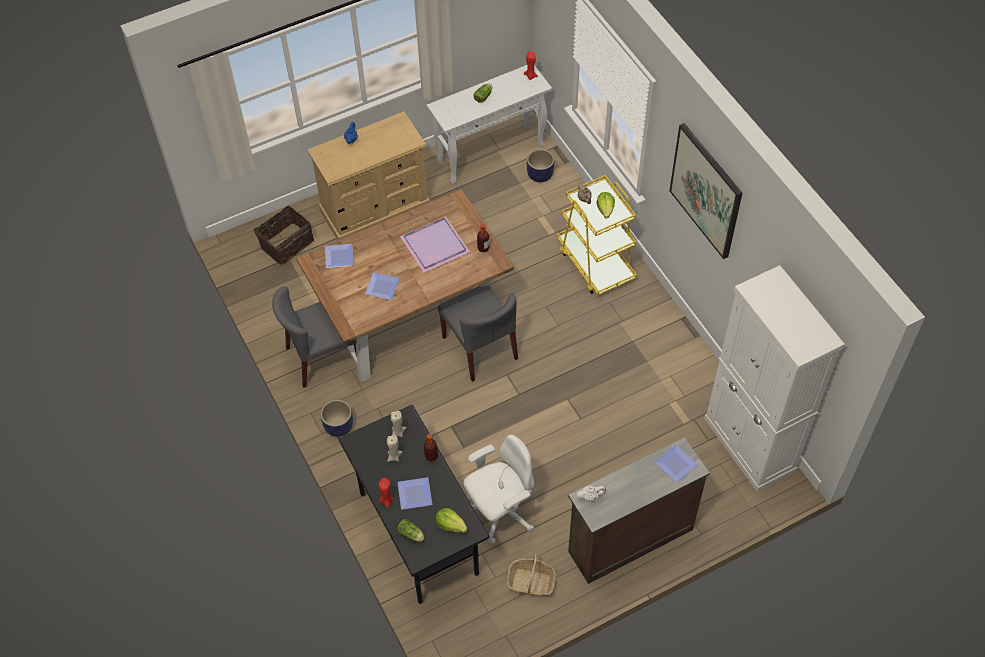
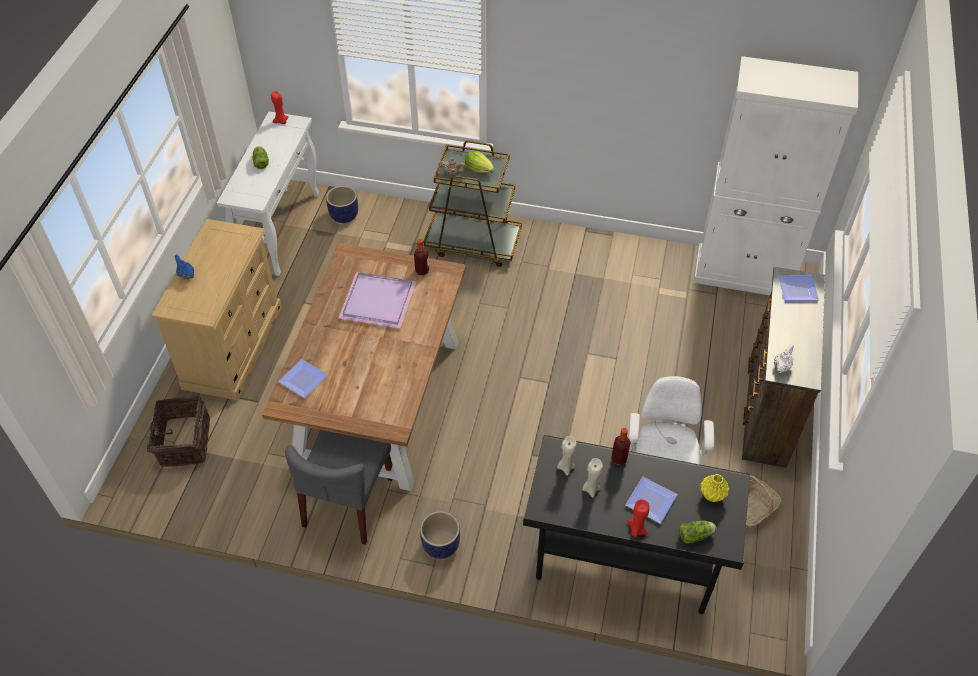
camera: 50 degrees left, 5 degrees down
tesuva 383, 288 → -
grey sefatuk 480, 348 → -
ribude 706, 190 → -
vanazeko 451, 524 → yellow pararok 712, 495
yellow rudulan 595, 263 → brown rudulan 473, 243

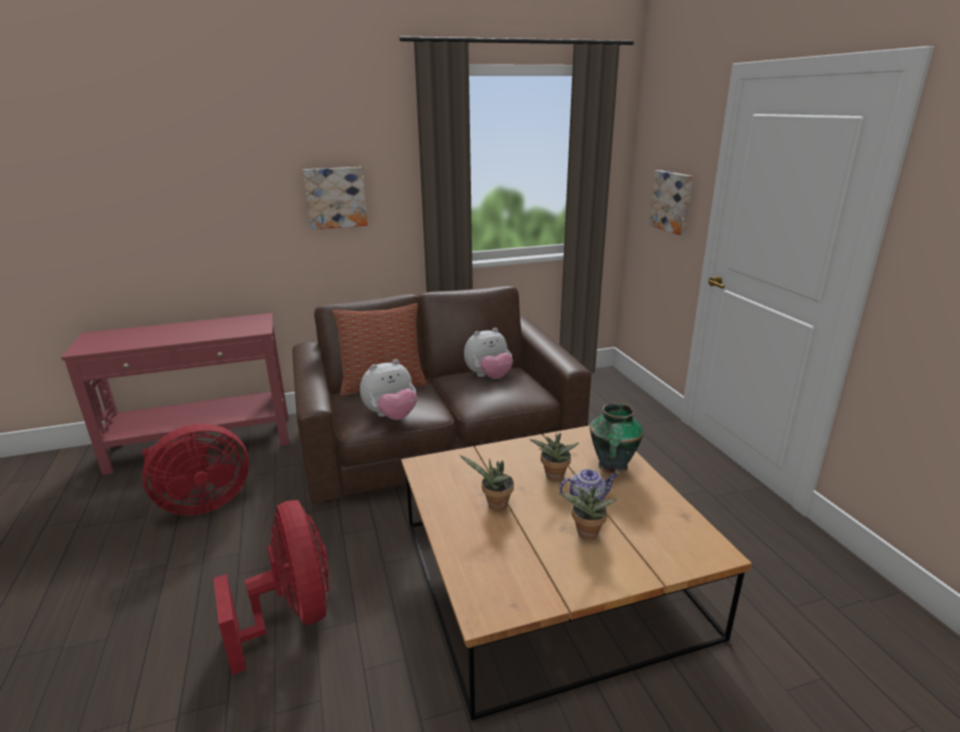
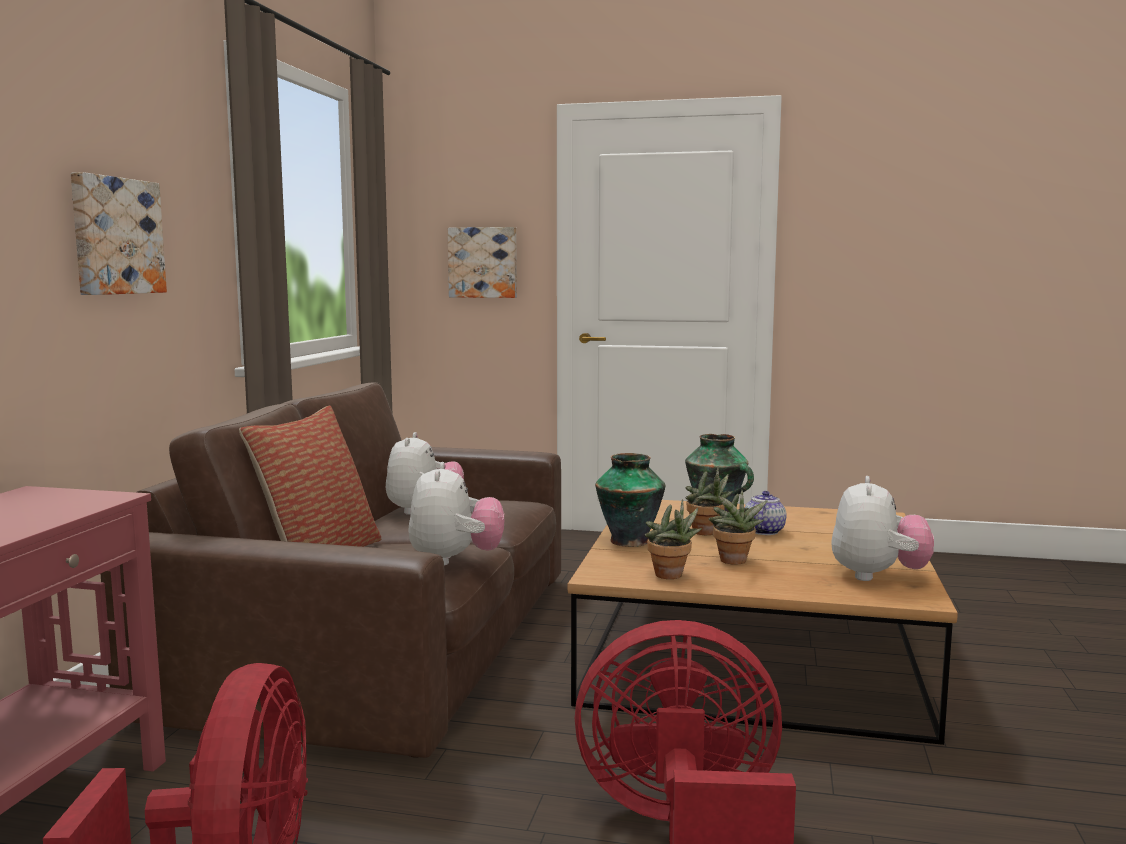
camera: 60 degrees left, 15 degrees down
- → pararok 628, 541
- → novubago 877, 576
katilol 586, 534 → katilol 671, 576, moved

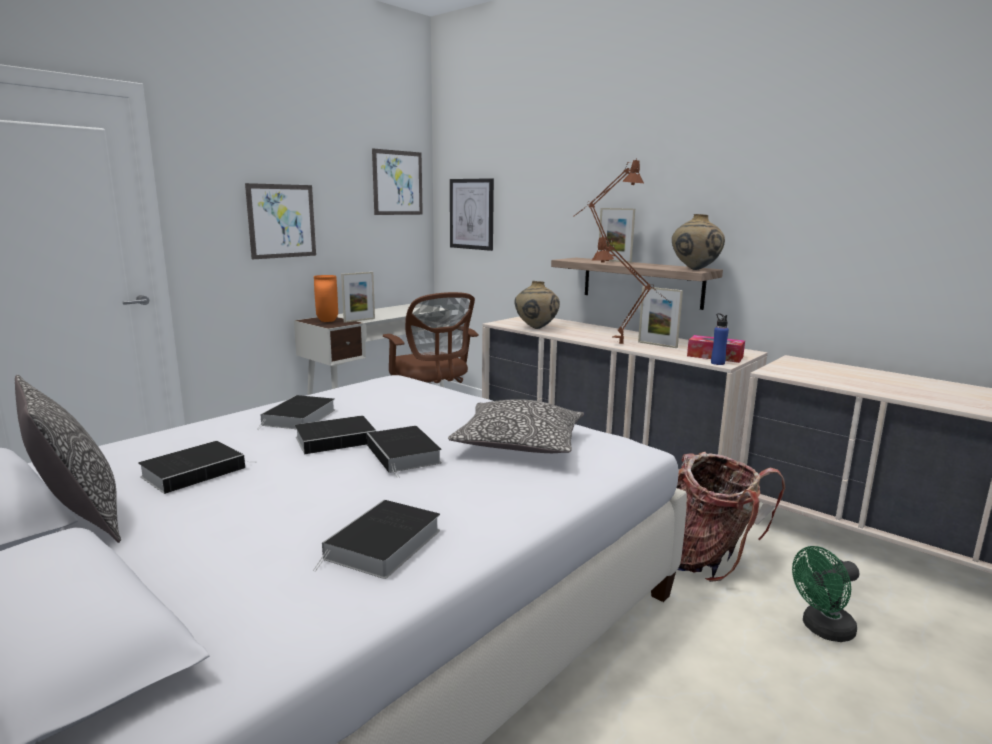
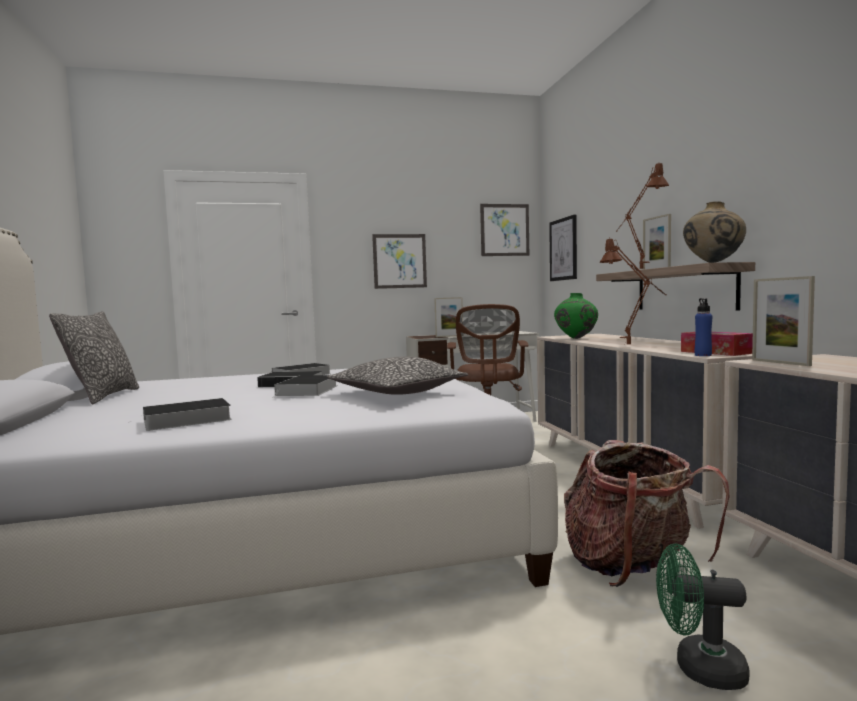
camera: 35 degrees right, 10 degrees down
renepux 196, 471 → -
orange pararok 328, 321 → -
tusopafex 657, 345 → tusopafex 780, 363, moved
beige pararok 536, 328 → green pararok 575, 338

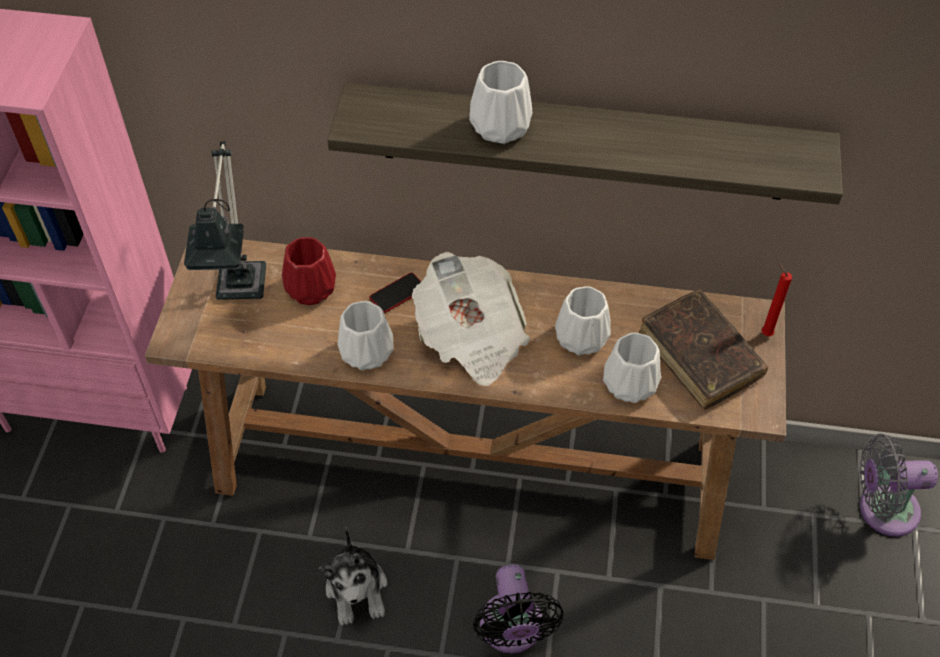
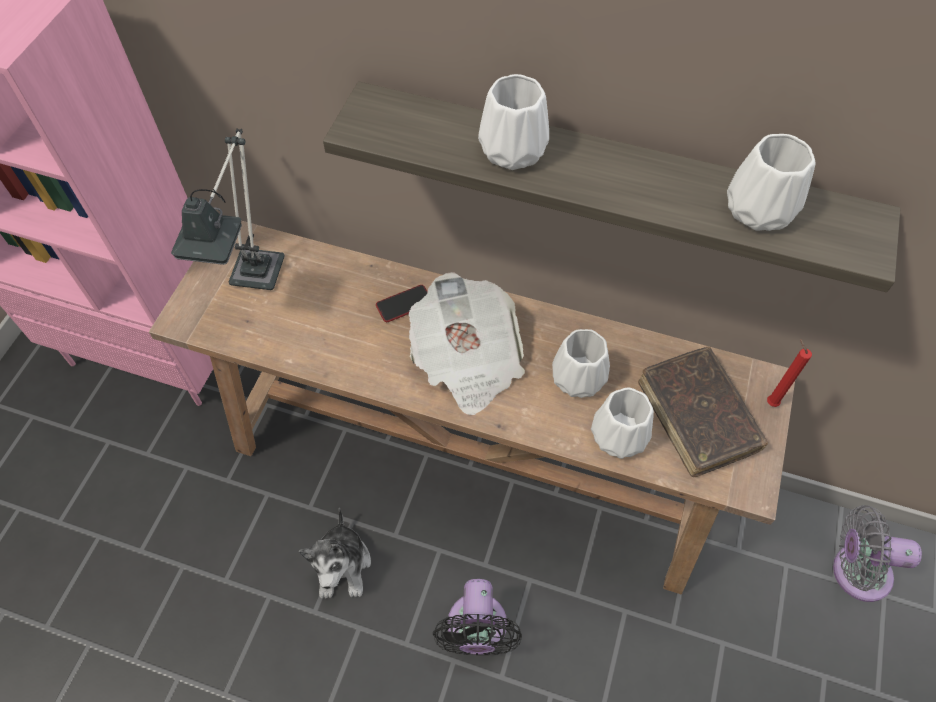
camera: 10 degrees right, 5 degrees up
red pararok 312, 289 → -
white pararok 365, 353 → white pararok 758, 211, moved

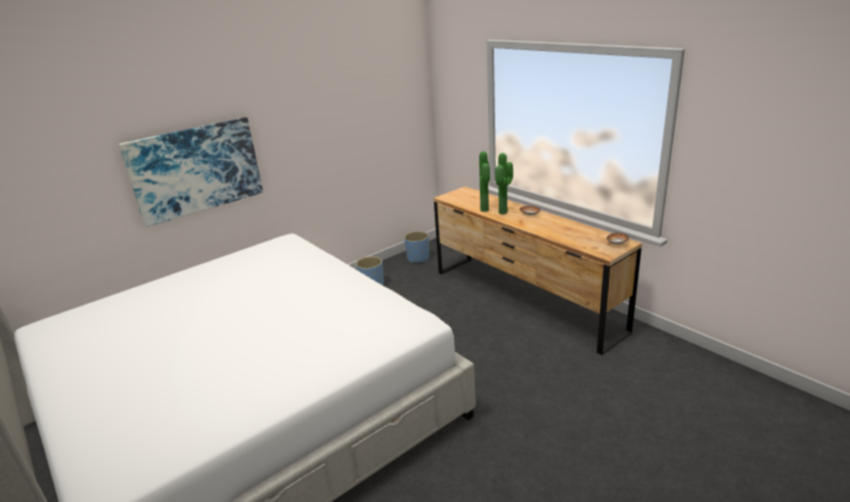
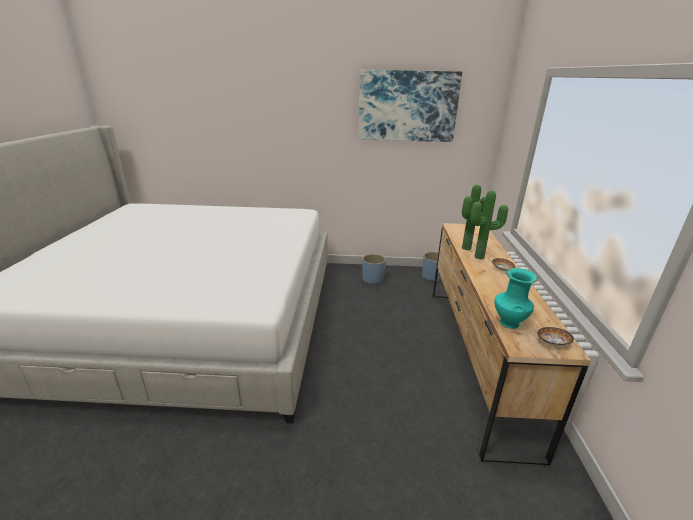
camera: 40 degrees right, 0 degrees up
- → turquoise pararok 508, 322
ribude 196, 169 → ribude 407, 106, moved

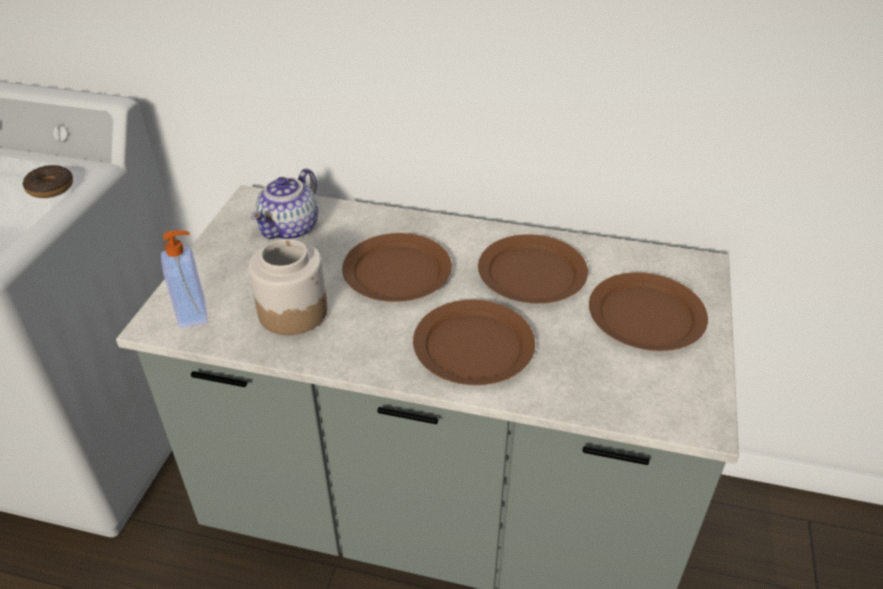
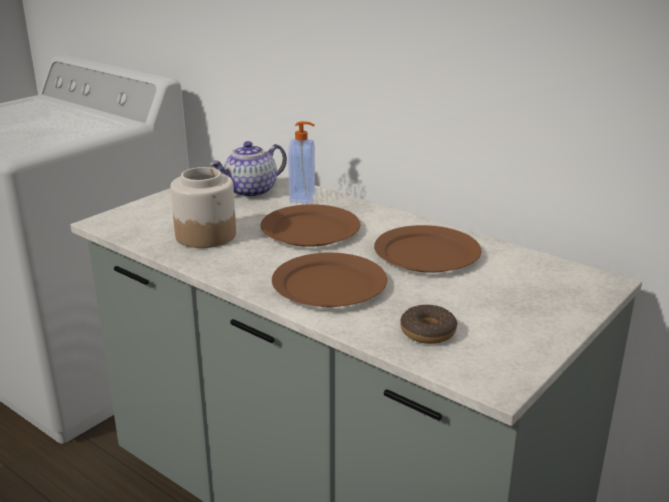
camera: 25 degrees right, 15 degrees down
brown tesuva 646, 316 → -
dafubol 50, 188 → dafubol 428, 332, moved
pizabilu 194, 313 → pizabilu 303, 197, moved

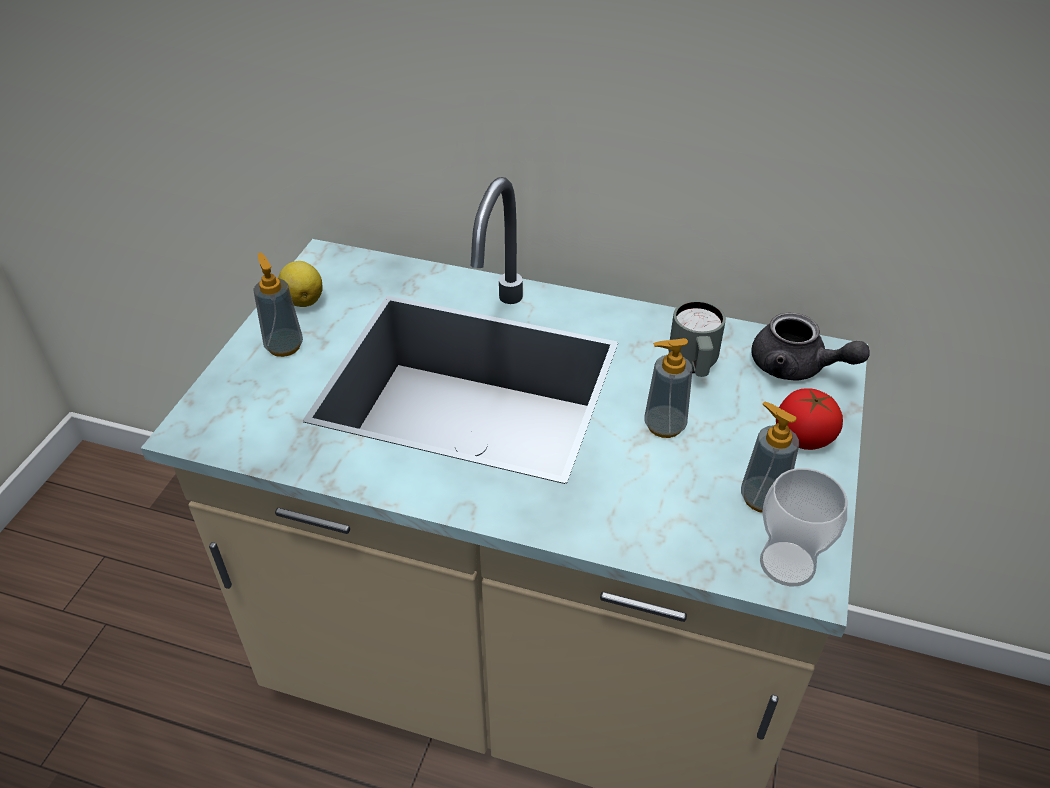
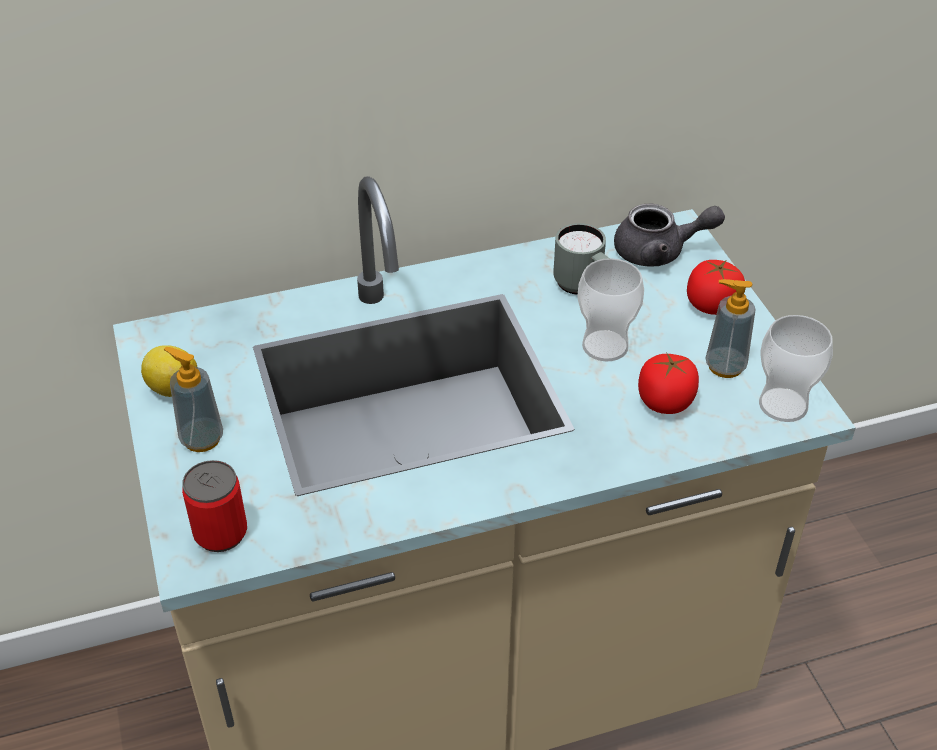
camera: 35 degrees left, 0 degrees up
- → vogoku 220, 533
- → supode 665, 401
pizabilu 664, 425 → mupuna 605, 346

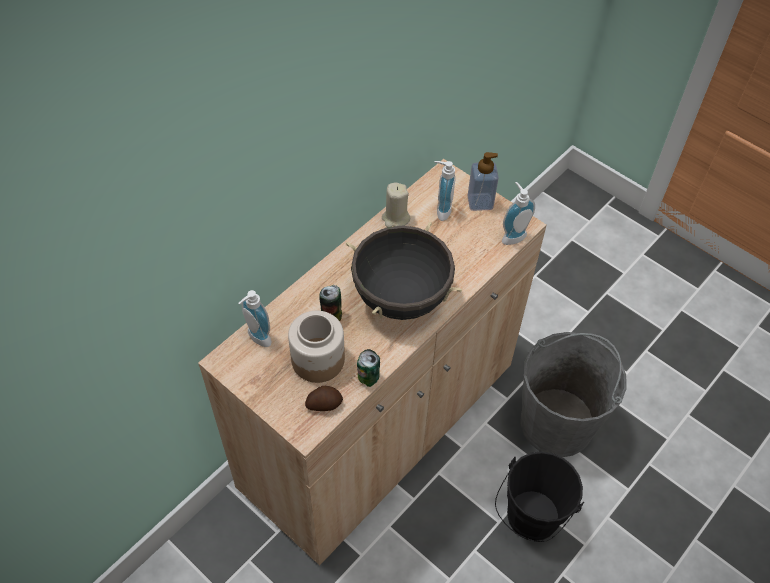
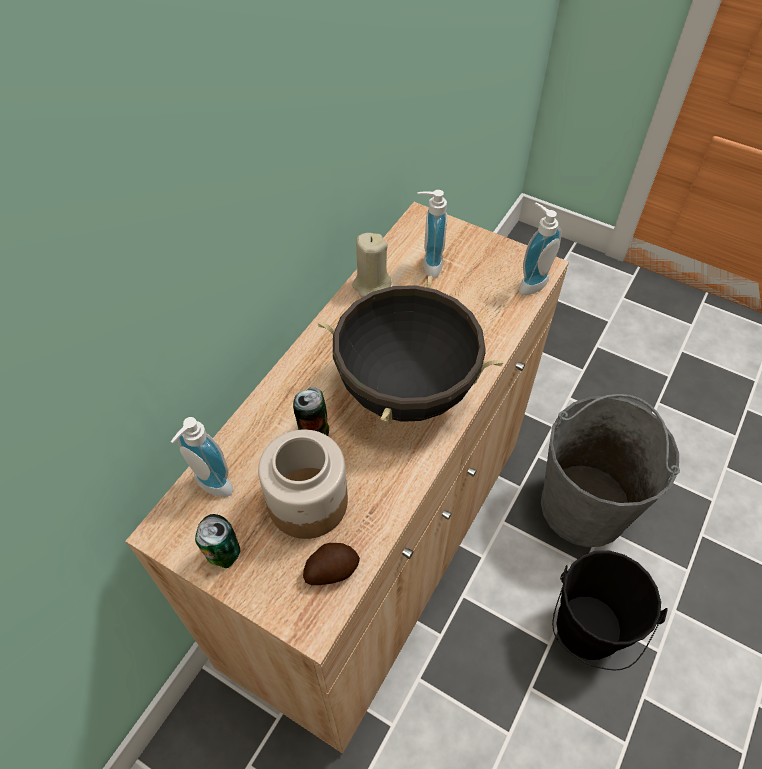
camera: 10 degrees left, 0 degrees up
pizabilu 480, 202 → -
vogoku 368, 379 → vogoku 223, 555, moved

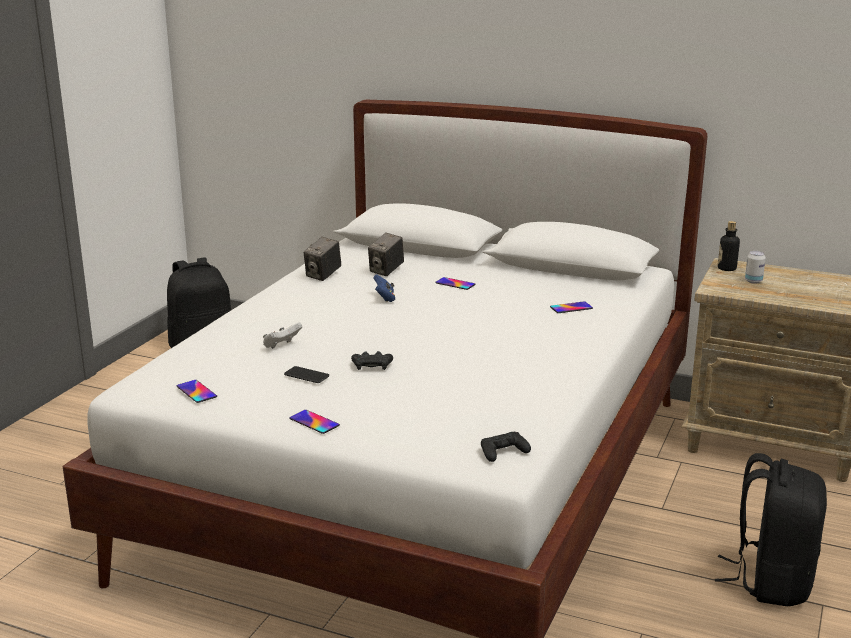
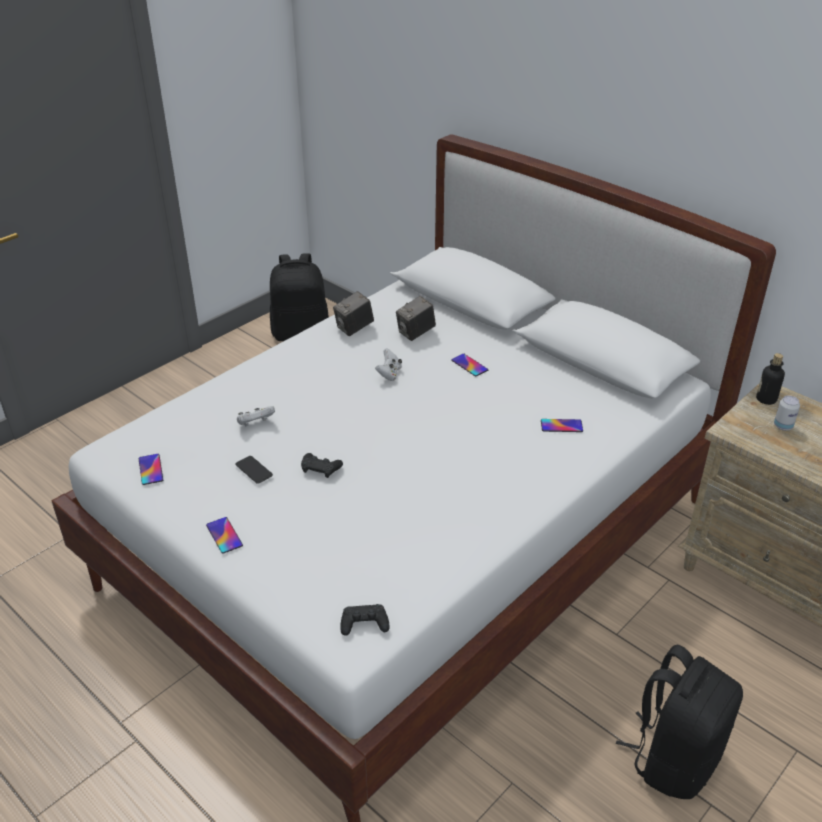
camera: 20 degrees right, 15 degrees up
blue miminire 384, 298 → white miminire 389, 374

